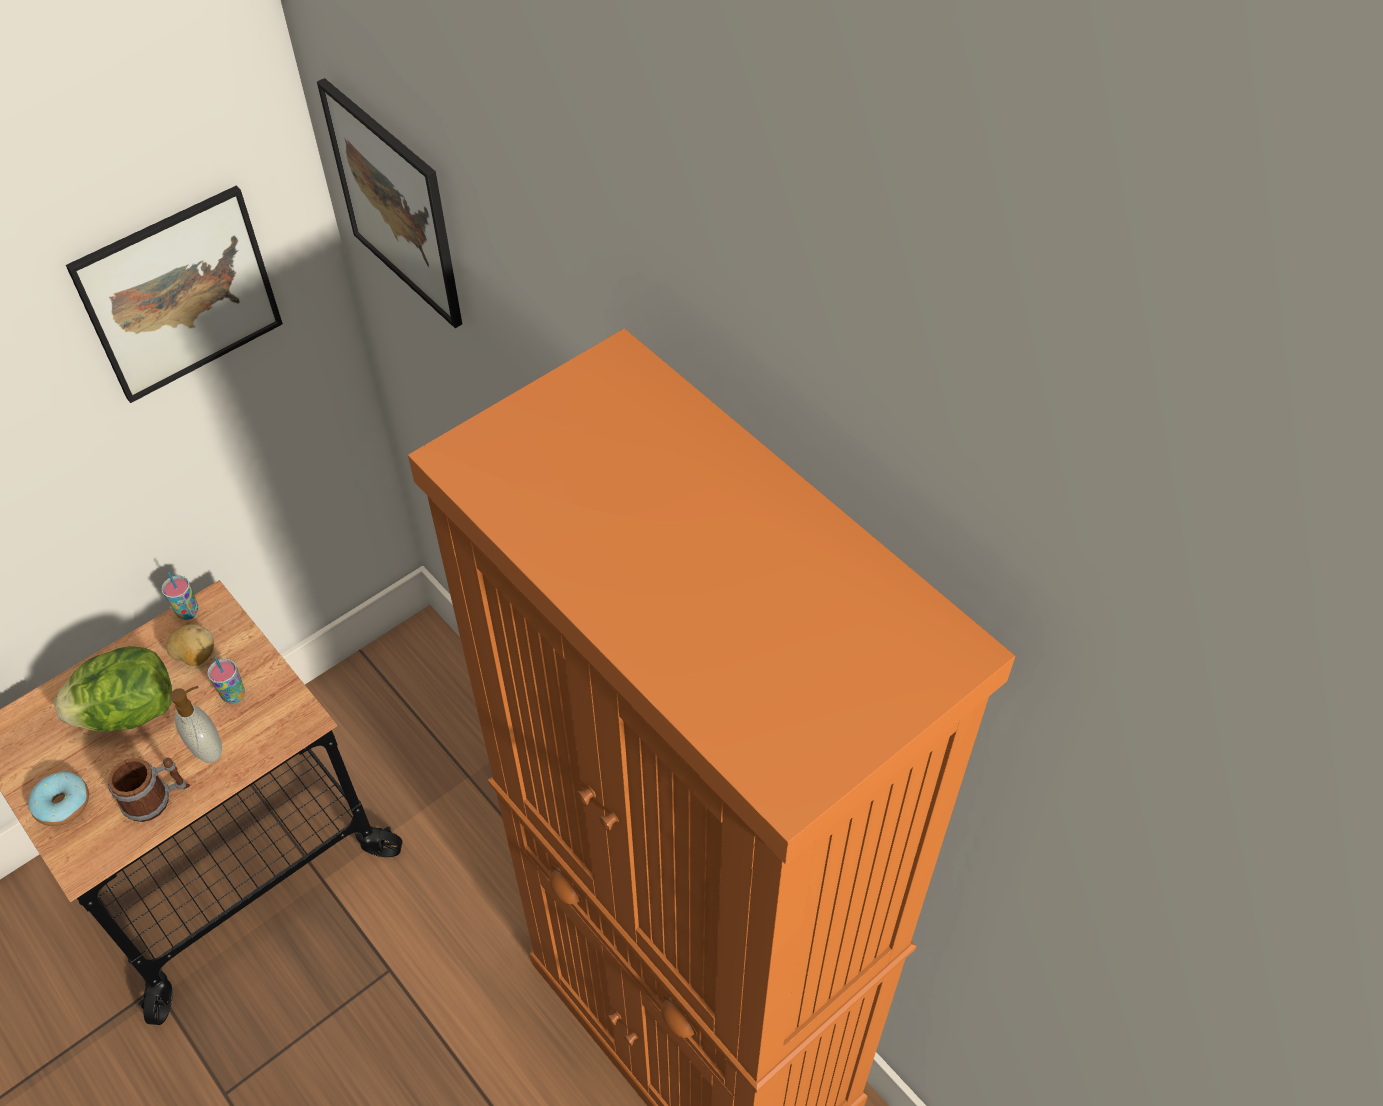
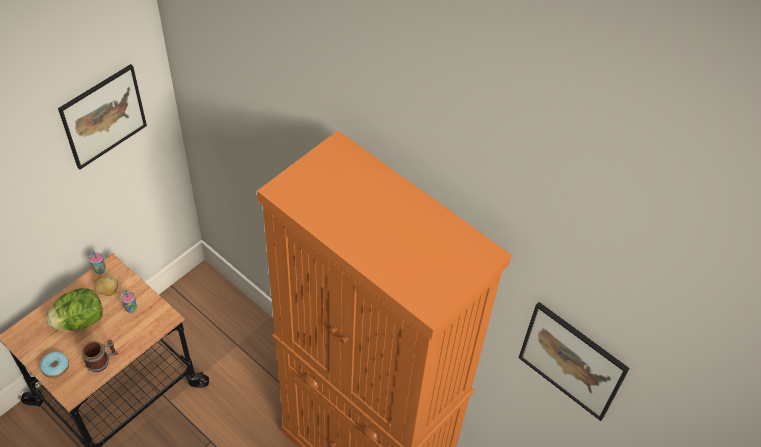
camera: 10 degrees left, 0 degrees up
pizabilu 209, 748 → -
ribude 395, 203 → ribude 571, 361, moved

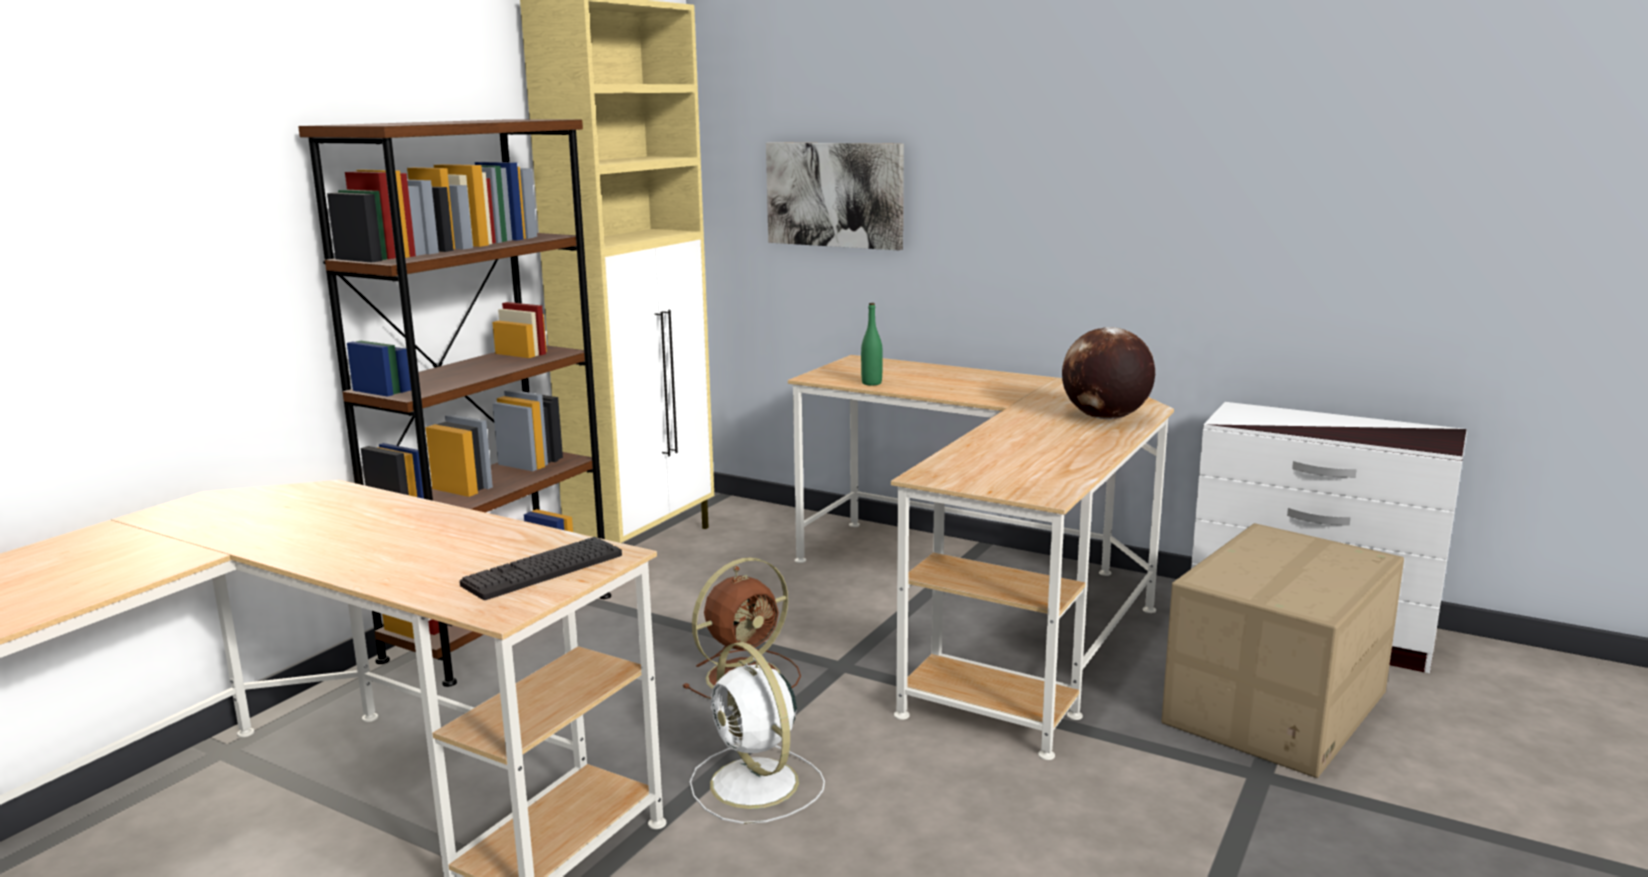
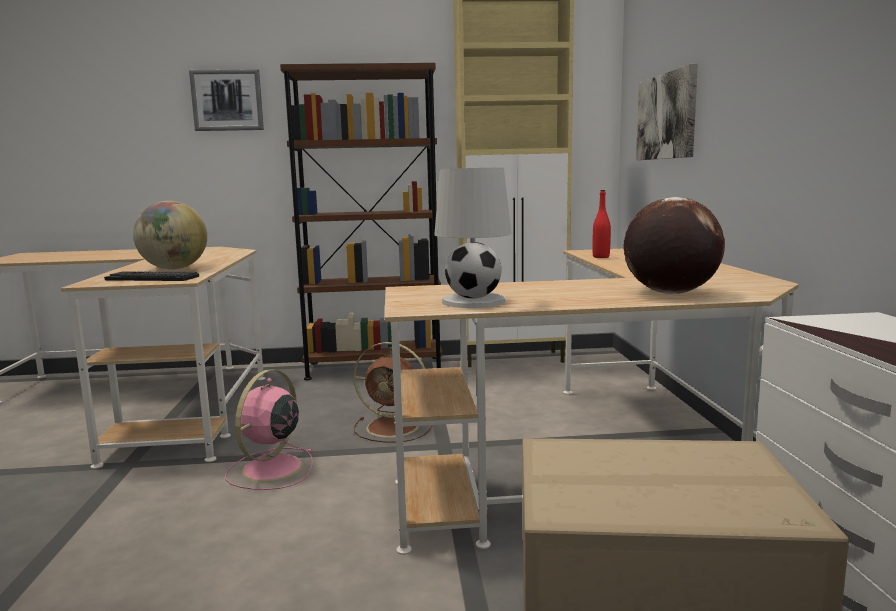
camera: 55 degrees right, 5 degrees down
- → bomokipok 174, 269
- → ribude 227, 100
- → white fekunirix 474, 301
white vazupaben 756, 785 → pink vazupaben 270, 469
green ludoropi 871, 383 → red ludoropi 601, 257

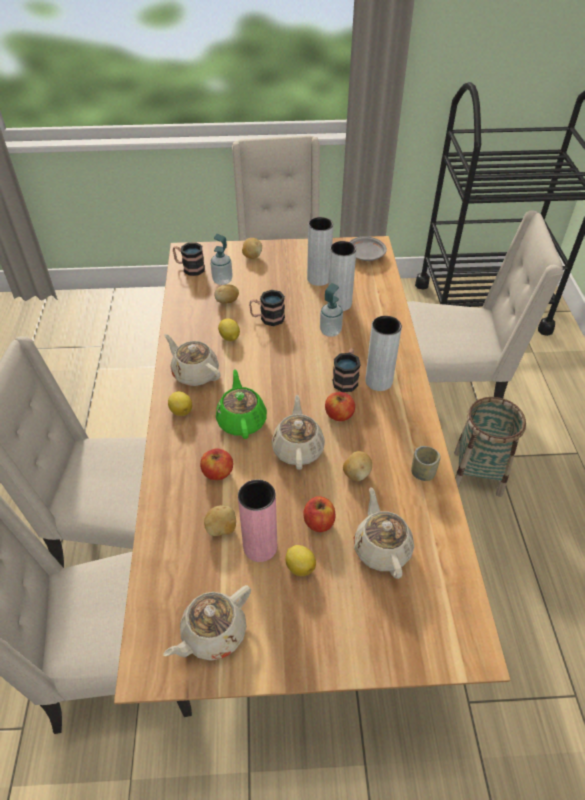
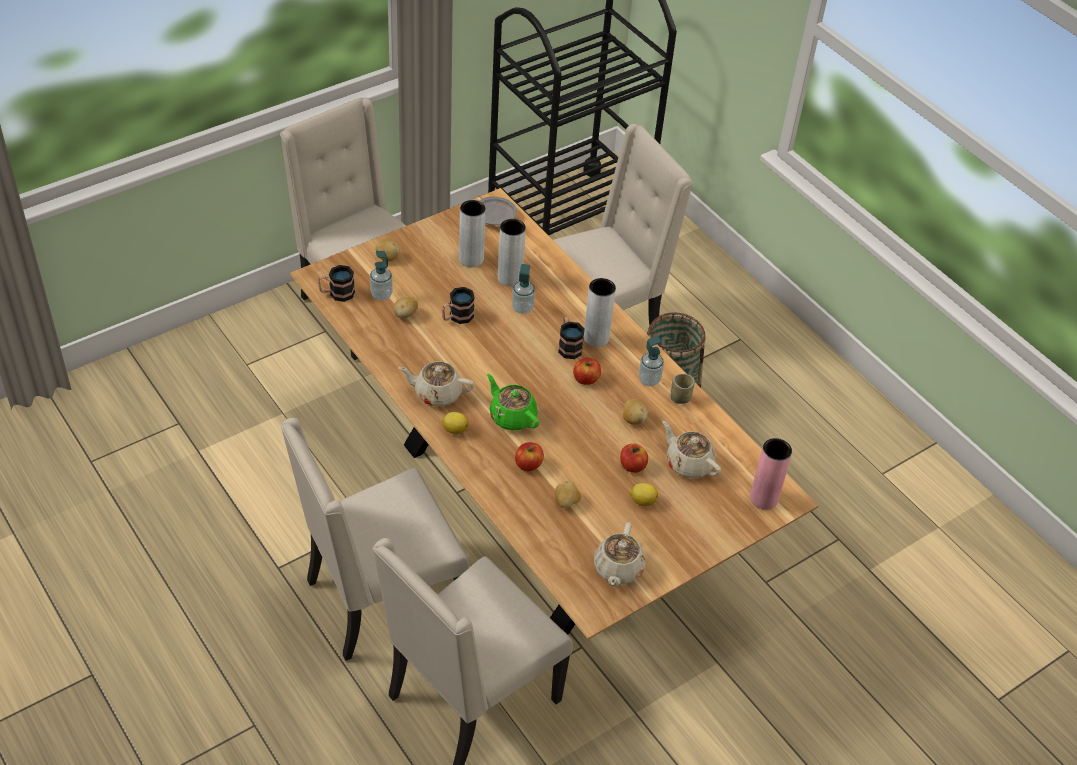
camera: 35 degrees left, 0 degrees up
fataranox 230, 338 → -
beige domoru 298, 448 → -
- → pizabilu 649, 380
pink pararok 260, 547 → pink pararok 763, 498, moved

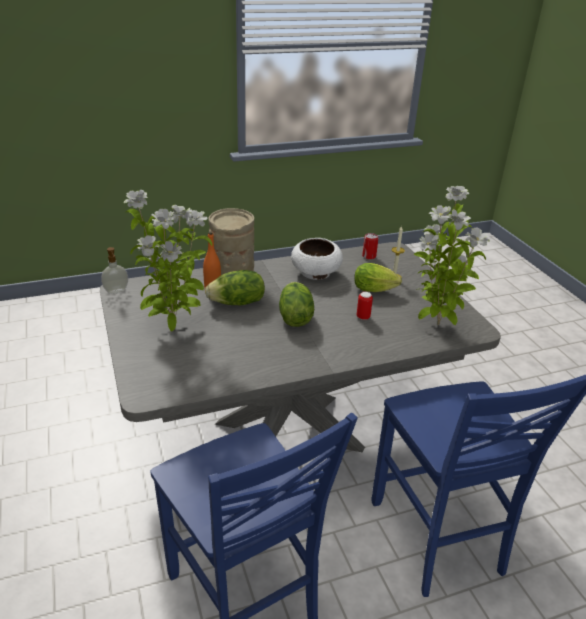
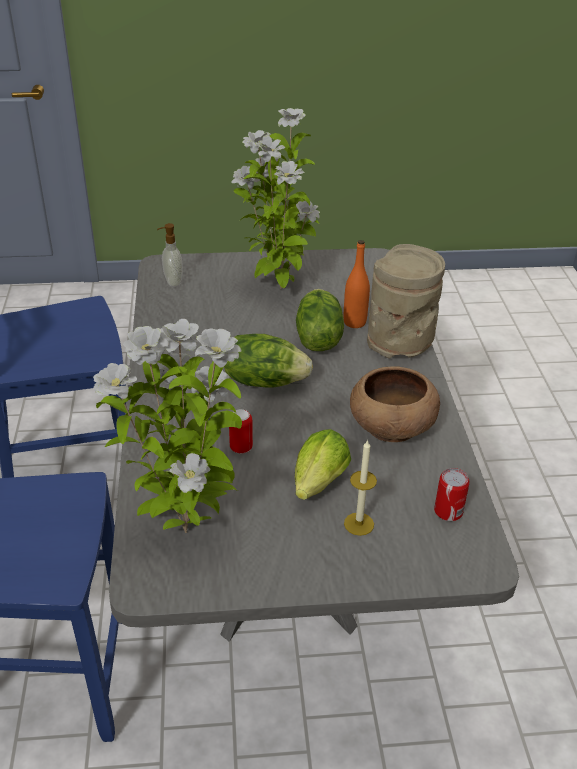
camera: 105 degrees right, 5 degrees up
pizabilu 116, 291 → pizabilu 172, 281, moved
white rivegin 316, 273 → brown rivegin 390, 426

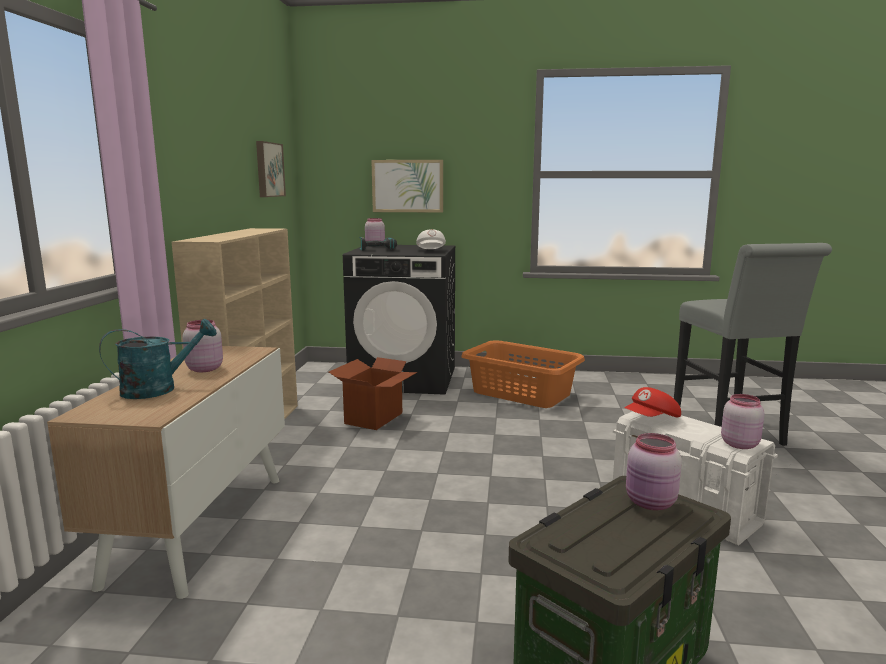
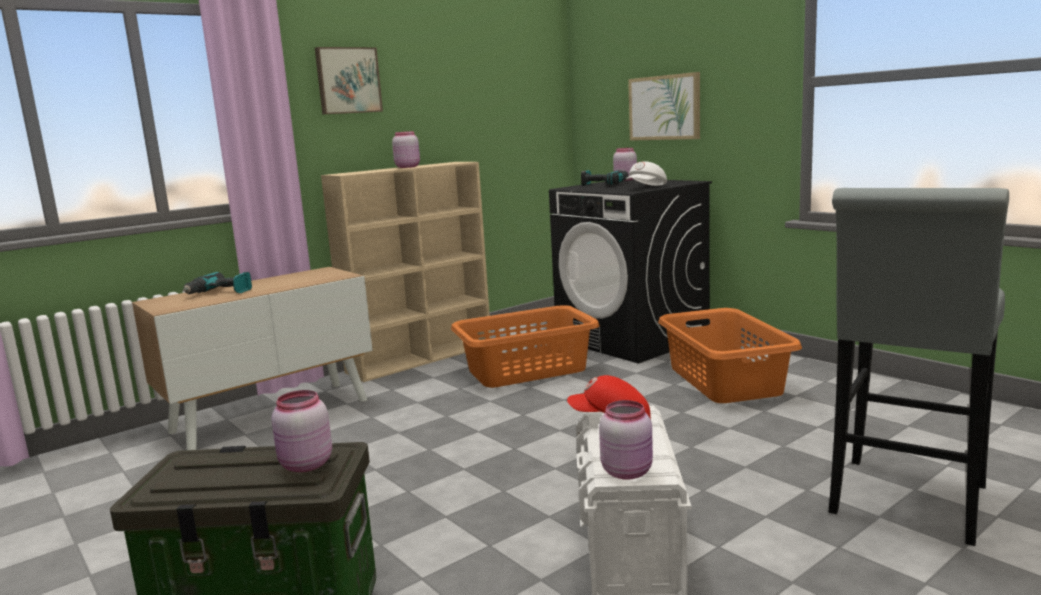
camera: 45 degrees right, 0 degrees up
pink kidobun 204, 369 → pink kidobun 407, 167, moved
ribude 268, 169 → ribude 348, 80, moved
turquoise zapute 159, 389 → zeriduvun 220, 293
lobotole 374, 418 → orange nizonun 527, 370

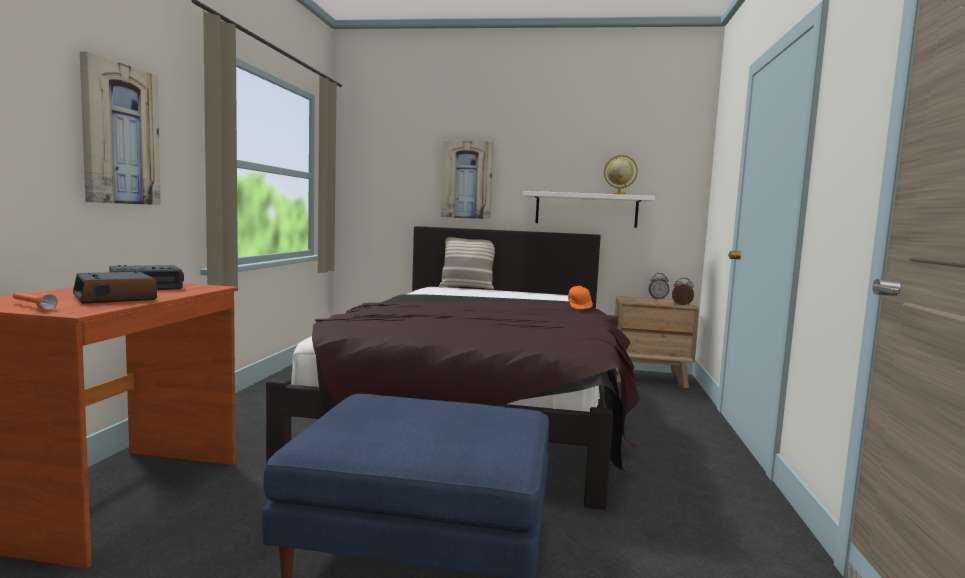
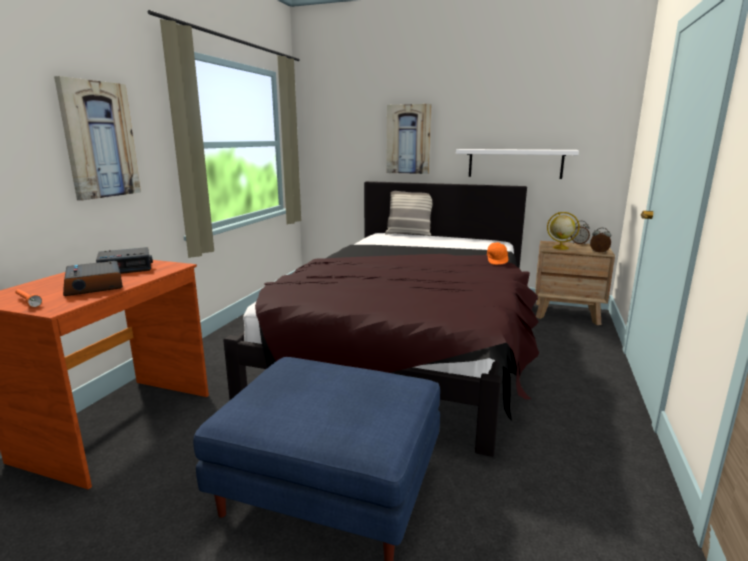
camera: 10 degrees right, 10 degrees up
bomokipok 618, 194 → bomokipok 560, 248, moved

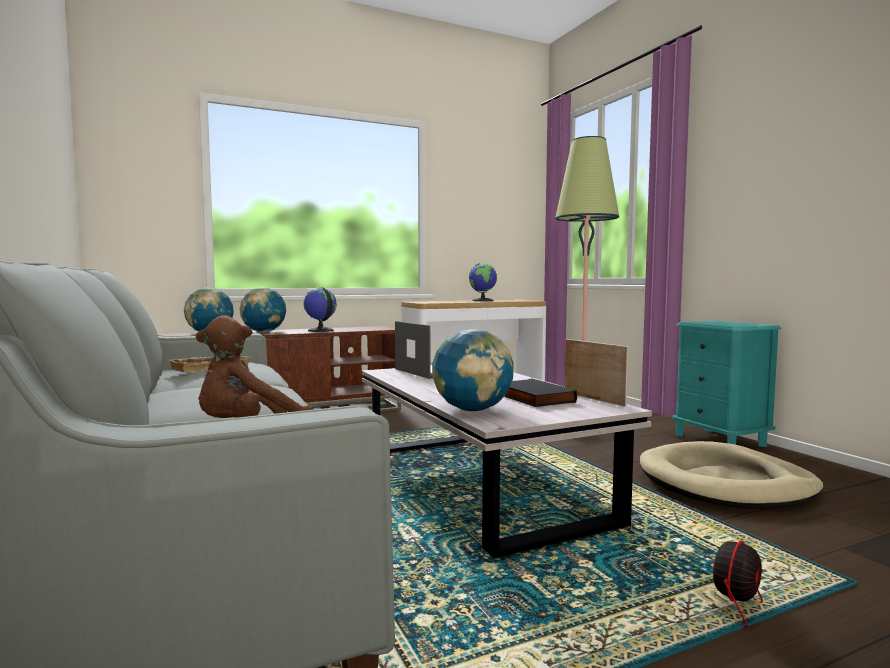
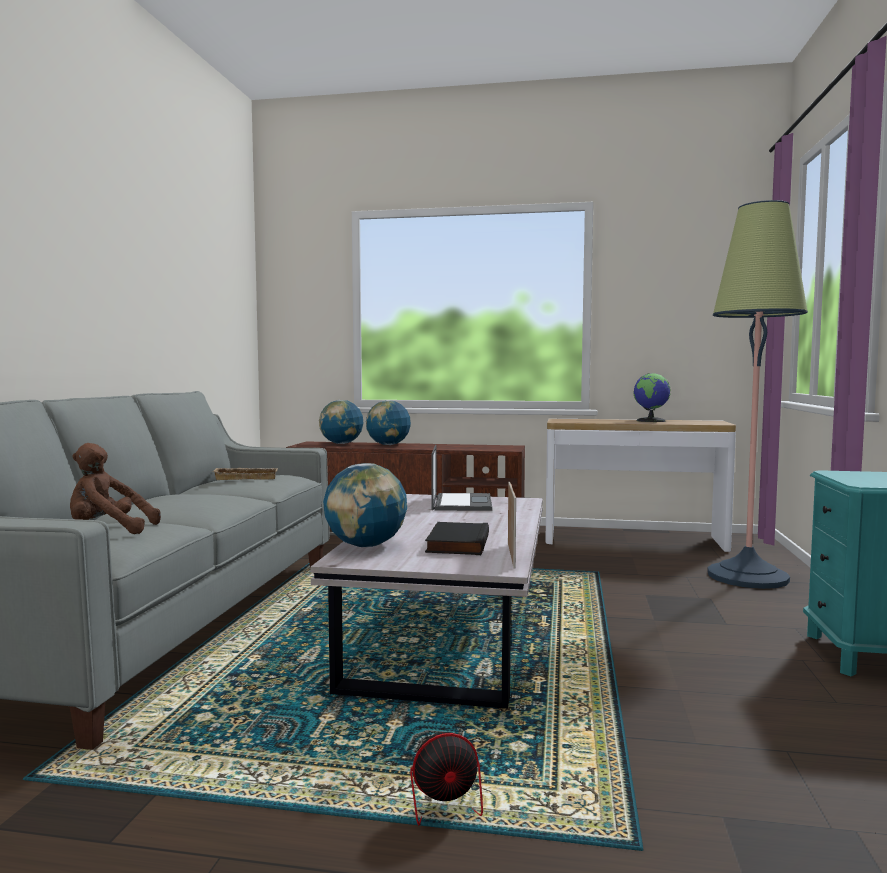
camera: 35 degrees right, 0 degrees up
bomokipok 320, 330 → -
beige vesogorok 726, 483 → -

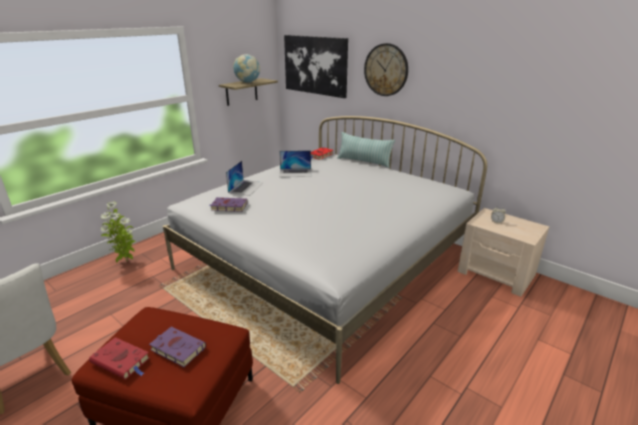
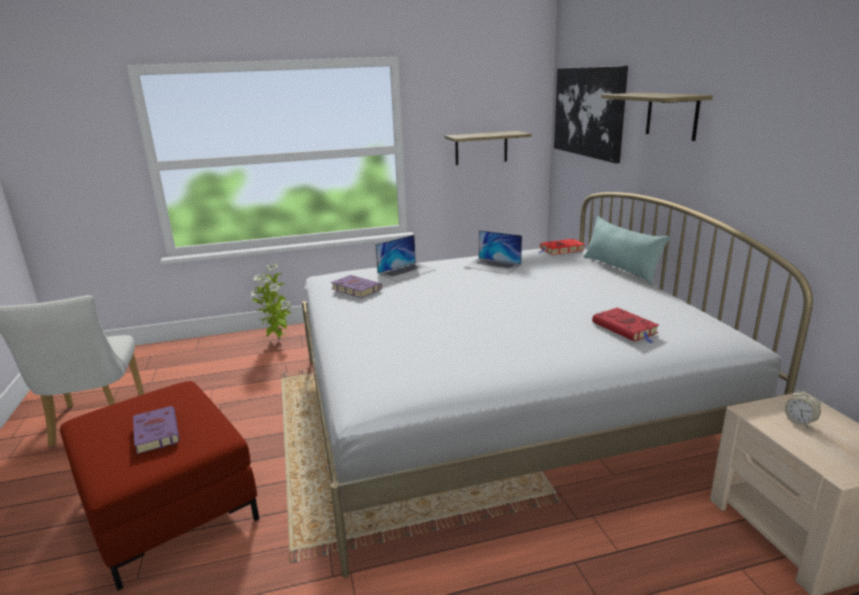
camera: 35 degrees right, 5 degrees down
bomokipok 247, 82 → -
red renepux 122, 361 → red renepux 626, 329, moved
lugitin 386, 70 → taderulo 672, 115

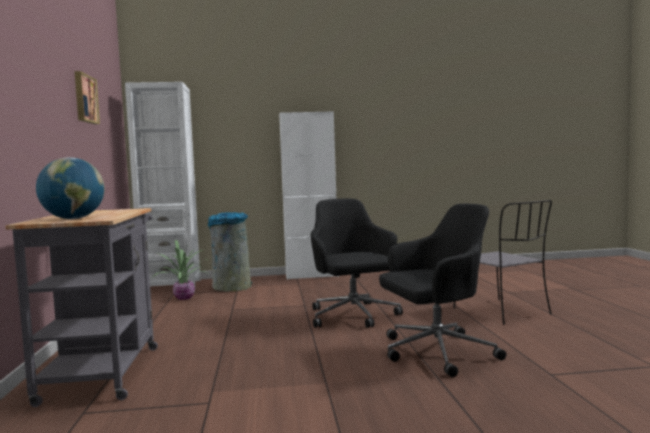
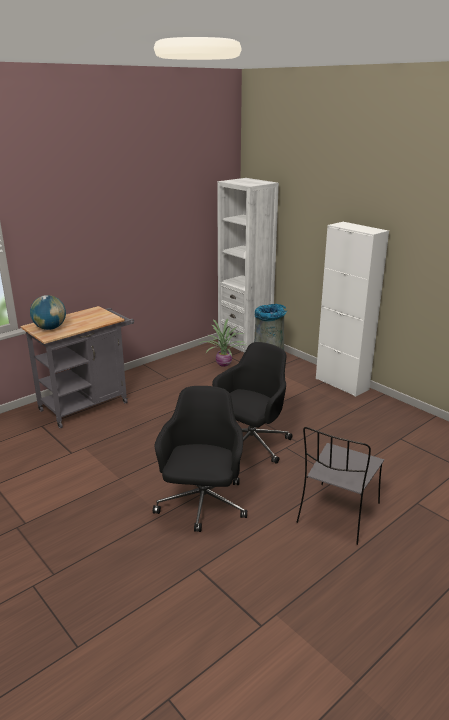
camera: 55 degrees right, 20 degrees up
ribude 84, 99 → -
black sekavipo 435, 352 → black sekavipo 202, 504, 120 degrees counterclockwise

